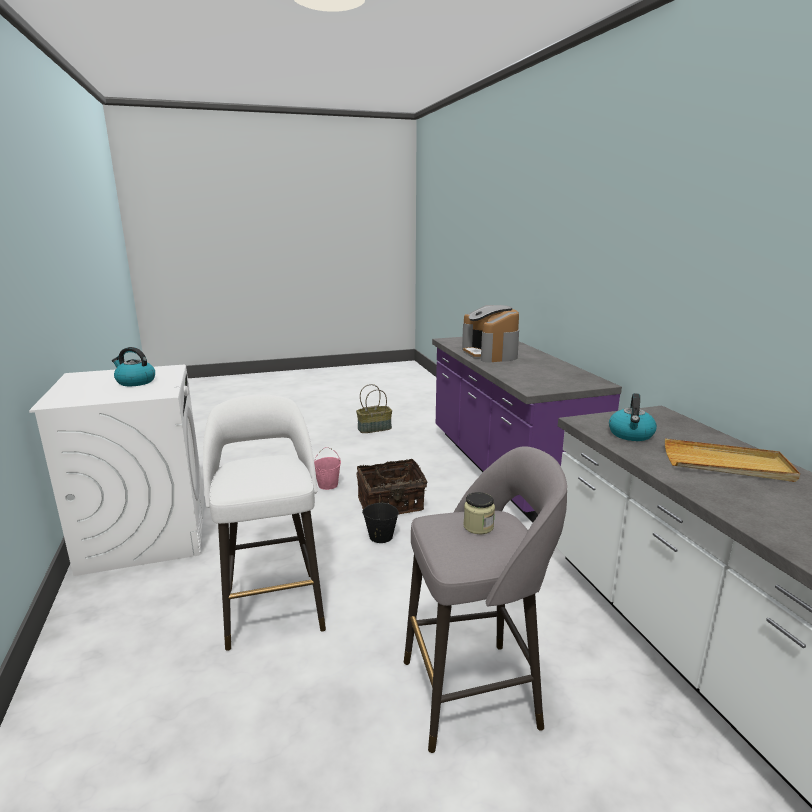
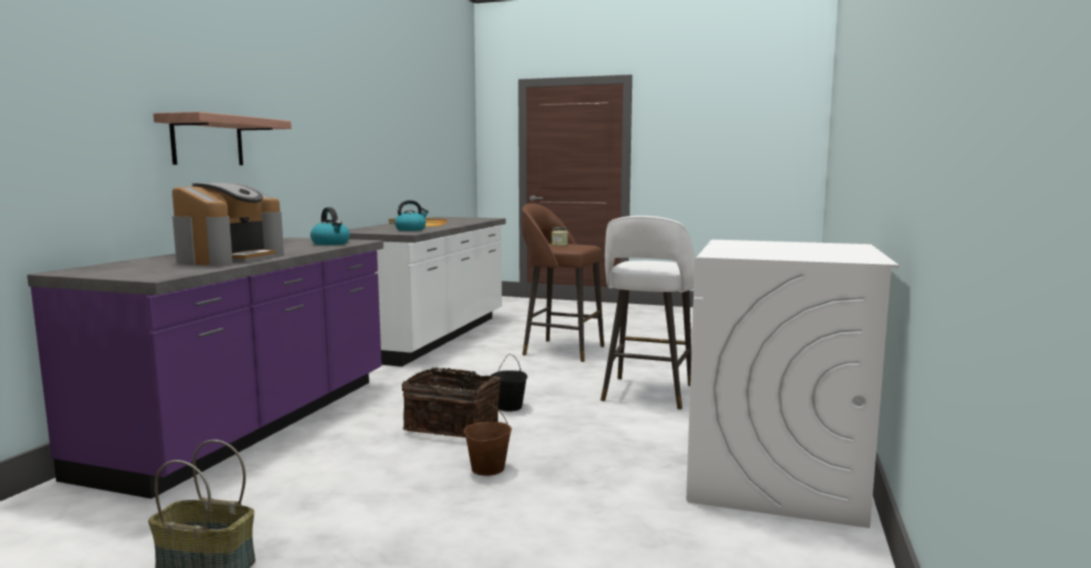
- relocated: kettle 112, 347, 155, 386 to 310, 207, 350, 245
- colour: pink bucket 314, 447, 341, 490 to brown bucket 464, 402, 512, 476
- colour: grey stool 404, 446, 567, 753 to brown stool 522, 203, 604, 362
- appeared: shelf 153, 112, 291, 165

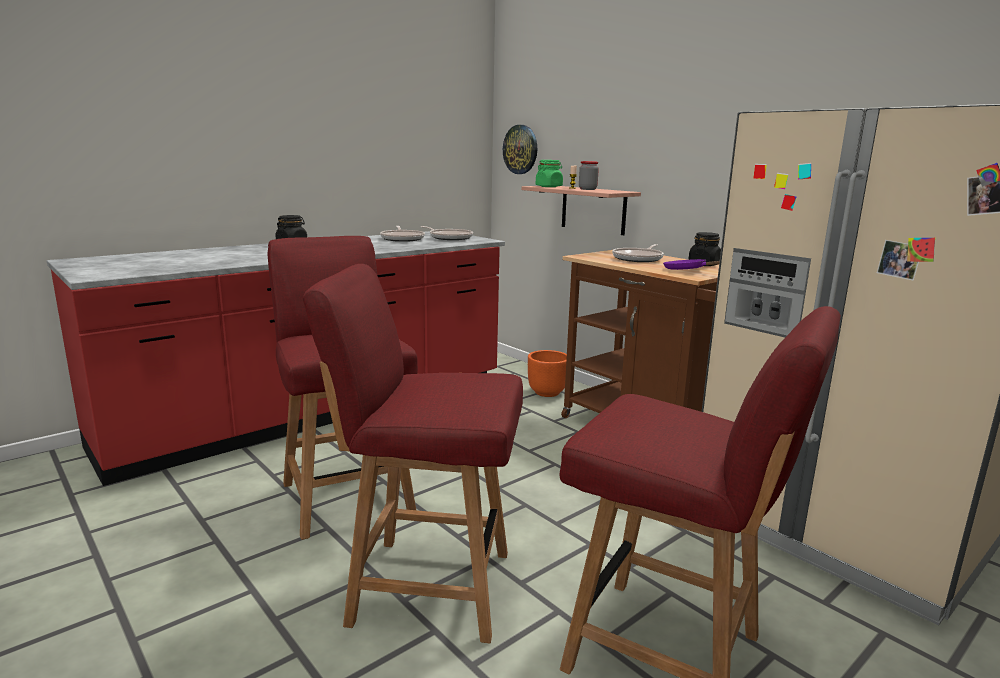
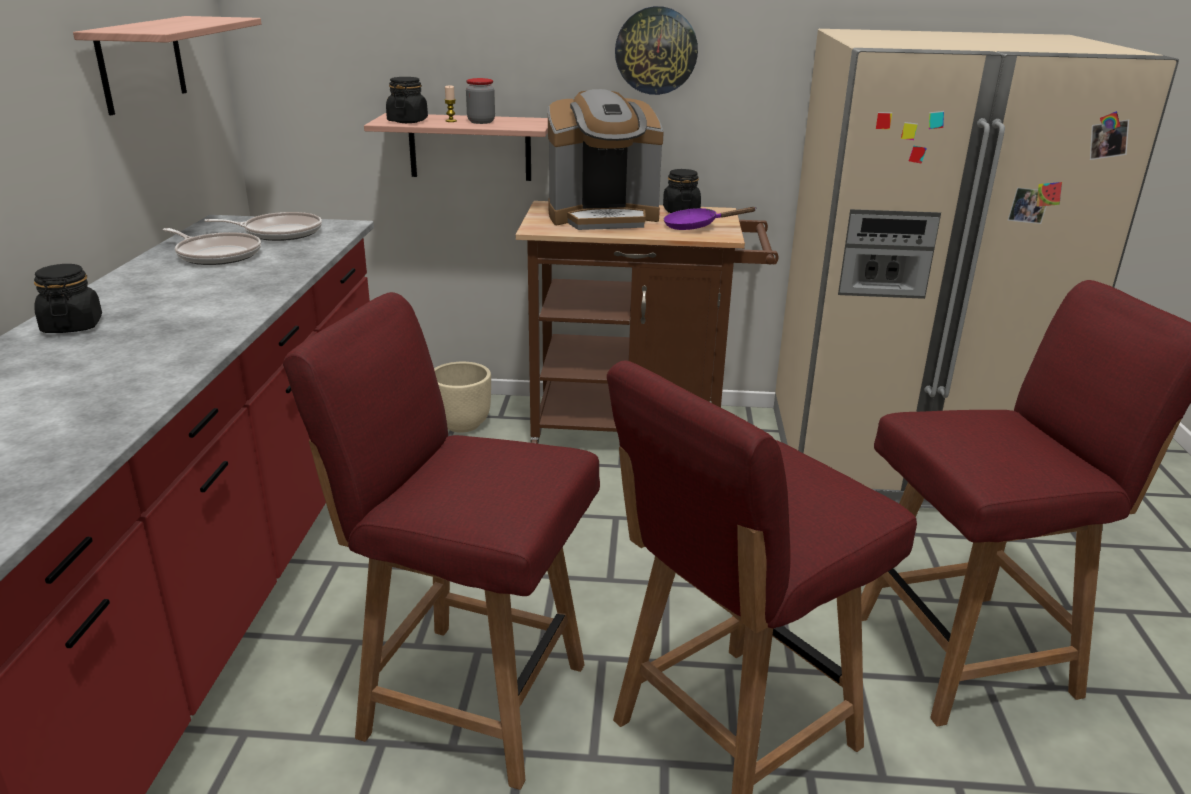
- relocated: wall clock 503, 125, 537, 174 to 615, 6, 698, 95
- colour: orange planter 528, 350, 567, 397 to beige planter 434, 362, 491, 433
- colour: green jar 536, 160, 563, 187 to black jar 386, 77, 428, 123
- exchanged: frying pan 612, 244, 664, 262 to coffee machine 548, 89, 664, 230
- appeared: shelf 73, 16, 261, 115

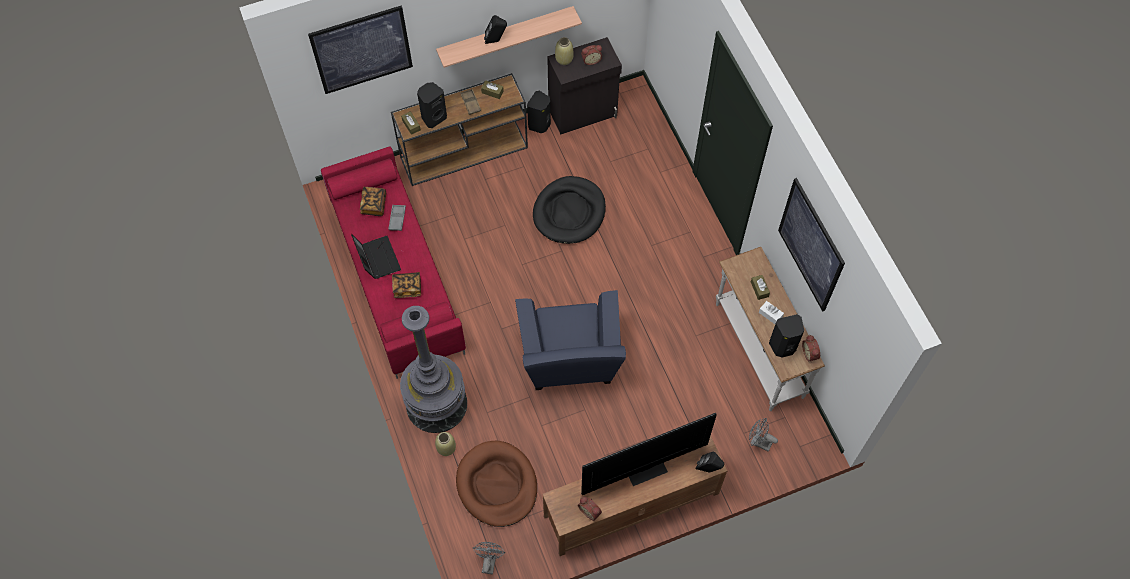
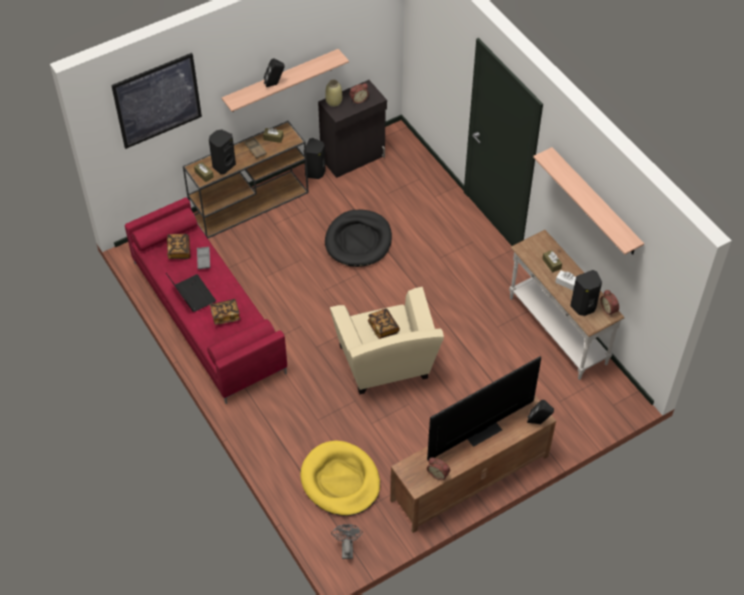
- missing: grey floor lamp 400, 306, 467, 433
- missing: beige vase 435, 432, 456, 456
- colour: brown dog bed 456, 441, 537, 527 to yellow dog bed 300, 440, 380, 516
- colour: blue armchair 515, 290, 626, 390 to beige armchair 330, 286, 444, 394
- missing: grey fan 749, 418, 778, 452
- exchanged: picture 778, 178, 845, 312 to shelf 533, 147, 644, 255
- appeared: book 368, 309, 400, 339

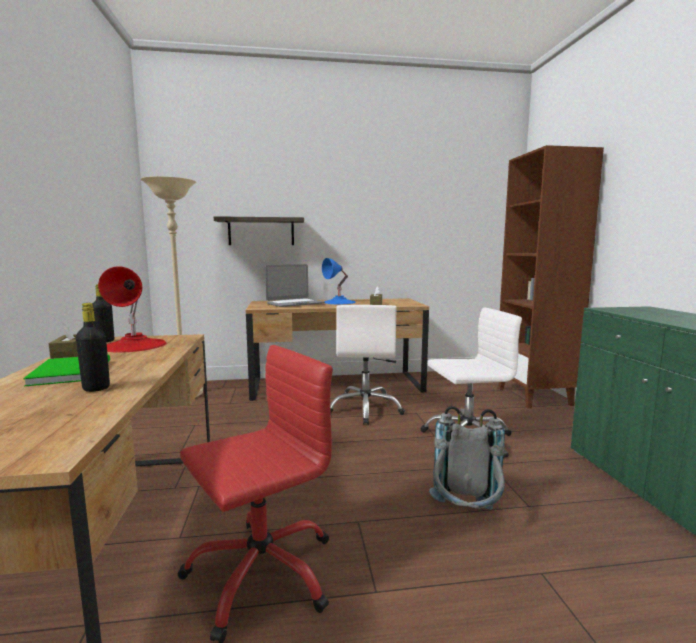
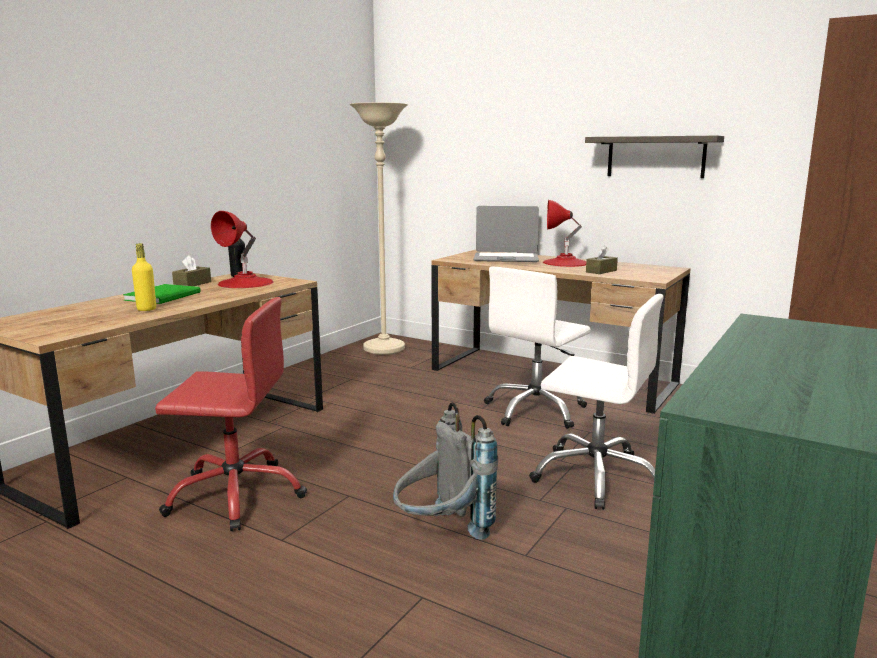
- colour: black bottle 76, 303, 110, 392 to yellow bottle 132, 243, 156, 311
- relocated: shelf 214, 216, 304, 245 to 585, 135, 724, 178
- colour: blue table lamp 322, 258, 356, 304 to red table lamp 543, 200, 586, 267

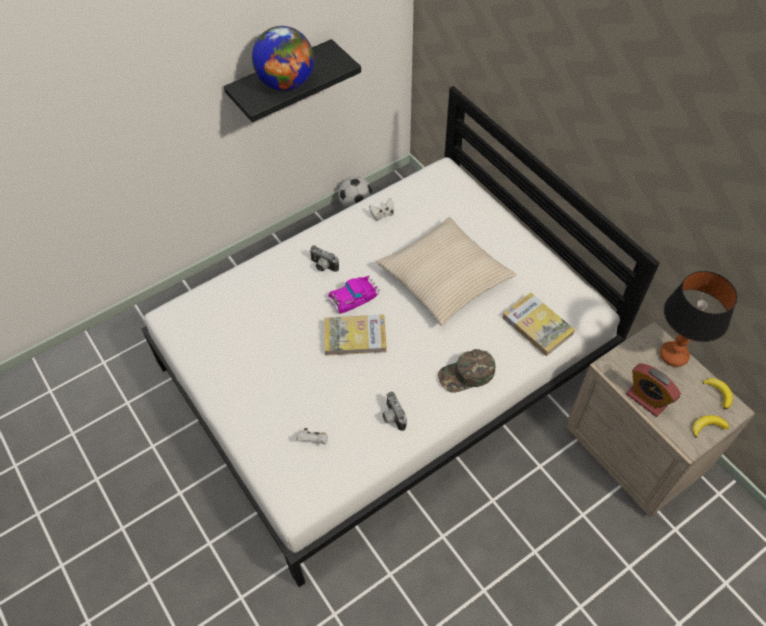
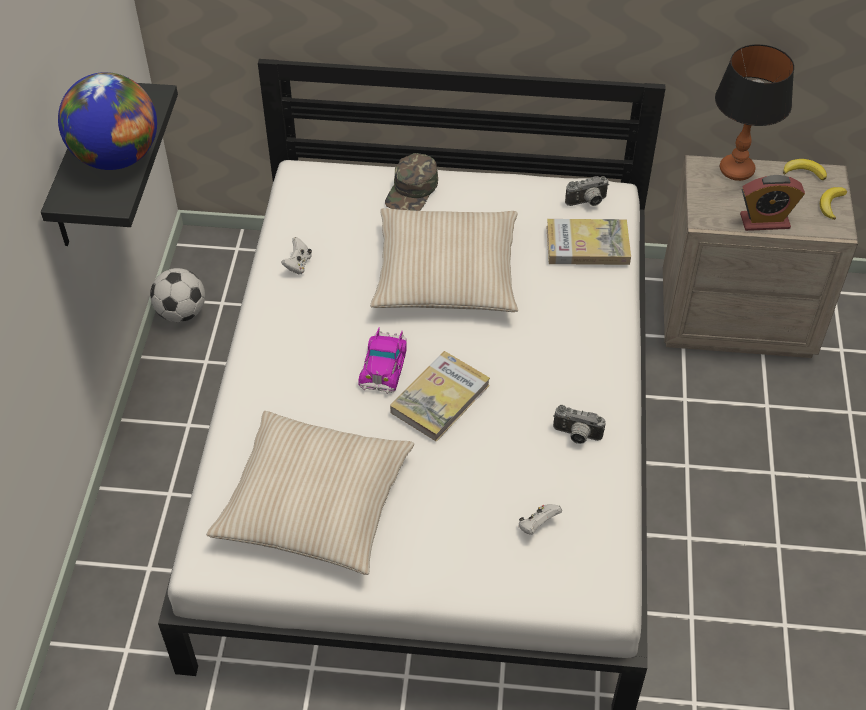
- relocated: photo camera 309, 245, 339, 272 to 565, 176, 608, 206
- relocated: green cap 438, 349, 495, 393 to 385, 153, 438, 211
- appeared: beige pillow 206, 411, 414, 575

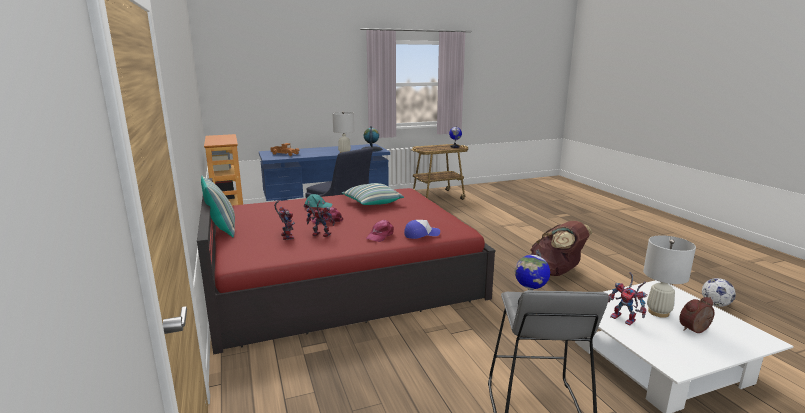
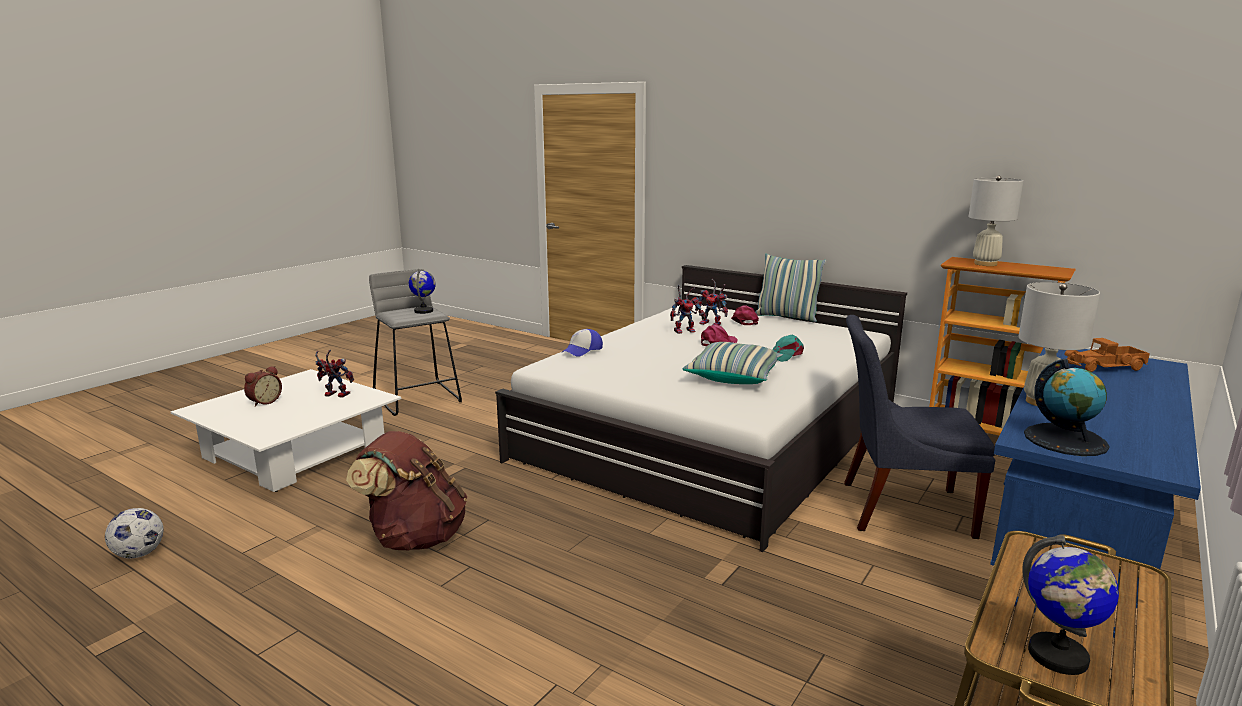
- colour: red bed 197, 178, 495, 355 to white bed 495, 265, 907, 552
- relocated: pink cap 366, 220, 394, 242 to 731, 306, 759, 325
- relocated: white table lamp 643, 235, 696, 318 to 969, 176, 1023, 266

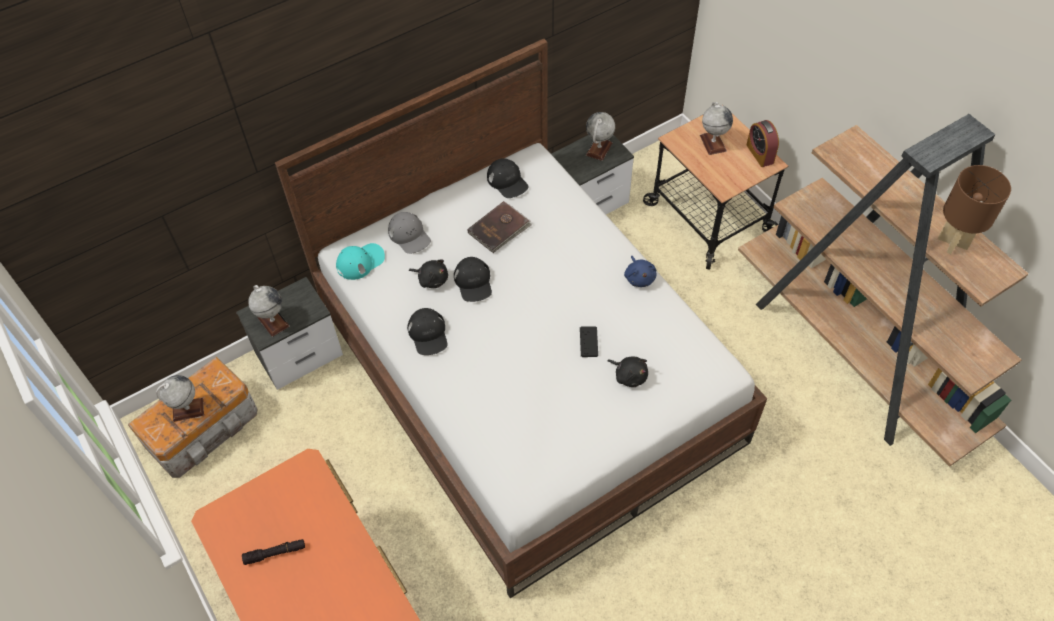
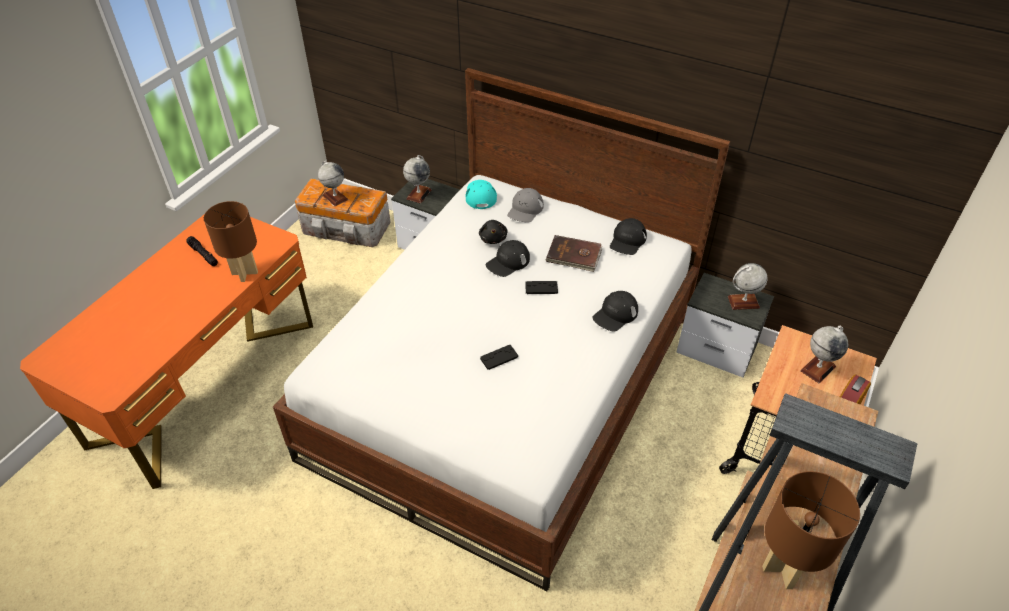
- spun: turquoise cap 336, 243, 385, 280 = 465, 180, 497, 209 120 degrees counterclockwise
- relocated: black cap 407, 308, 448, 355 to 592, 291, 638, 332
- missing: black plush toy 607, 357, 648, 387
- missing: blue plush toy 624, 256, 656, 287
- appeared: brown table lamp 204, 201, 258, 282
- appeared: black game controller 525, 281, 558, 294

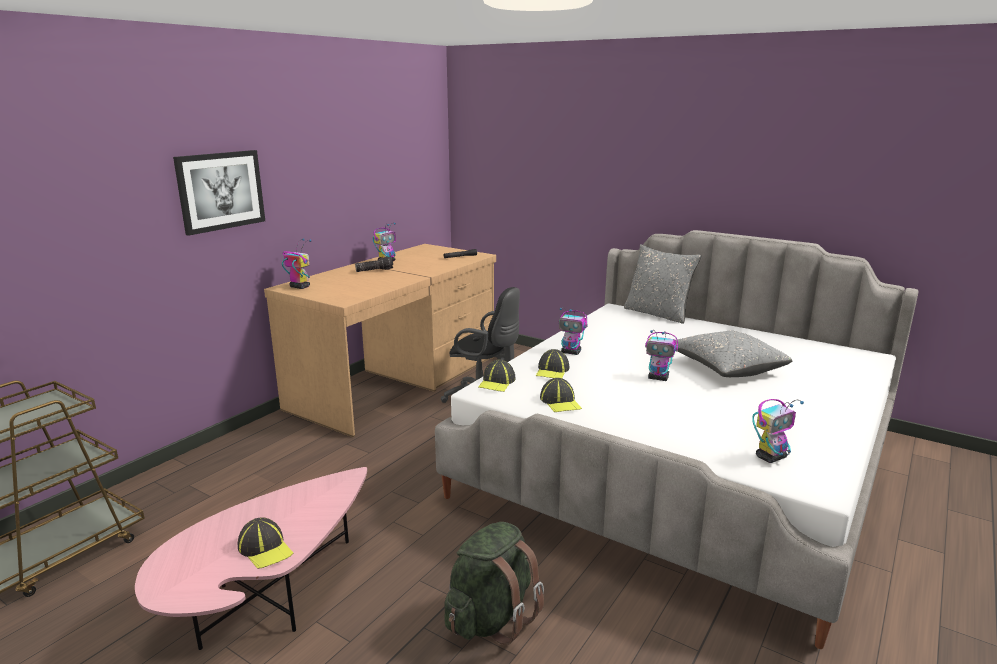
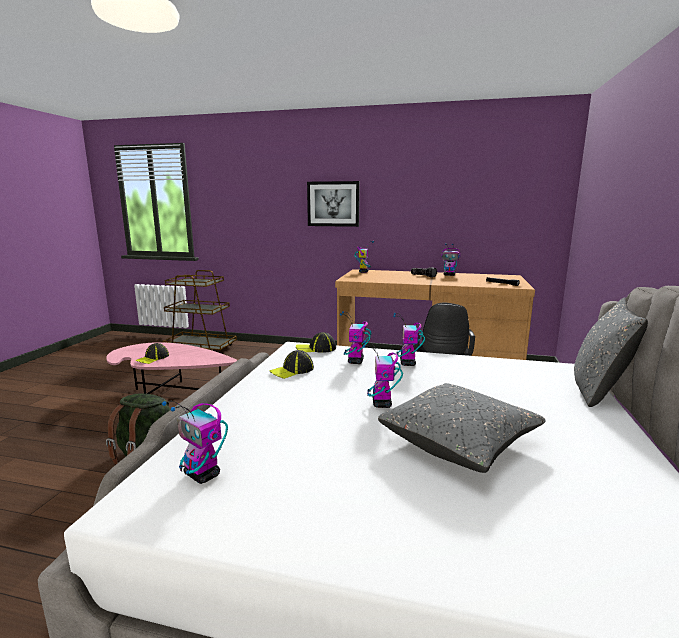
- exchanged: cap 536, 349, 569, 378 to toy robot 340, 311, 371, 364

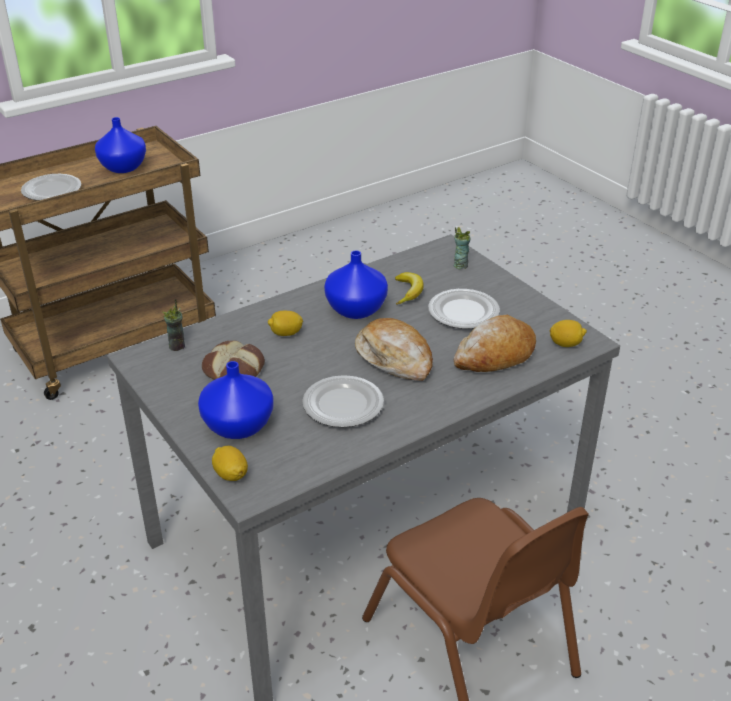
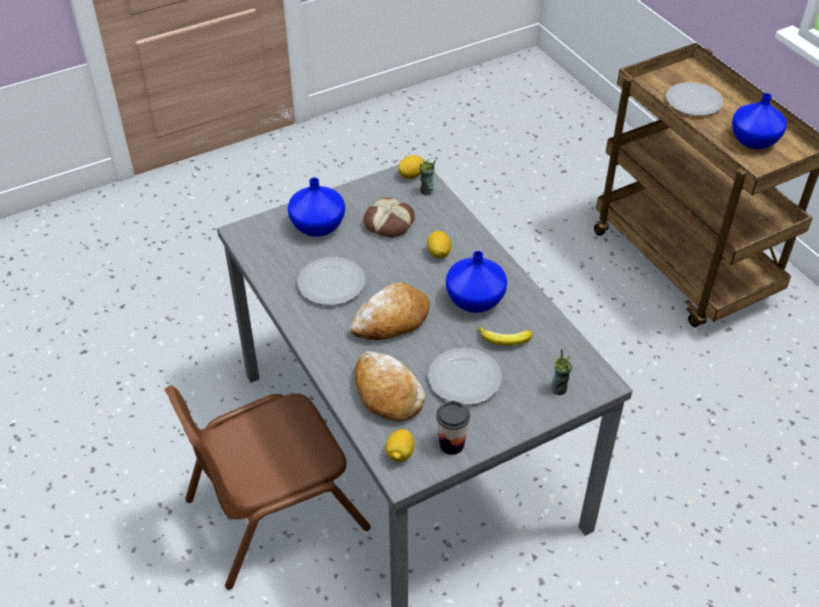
- relocated: lemon 212, 446, 248, 481 to 398, 155, 424, 179
- appeared: cup 436, 401, 470, 455

